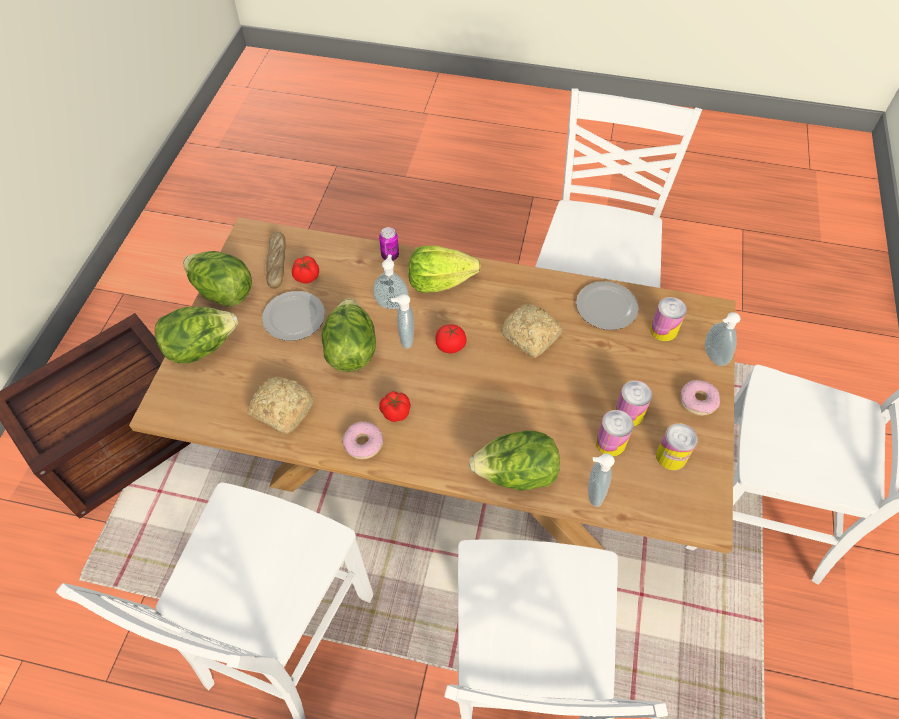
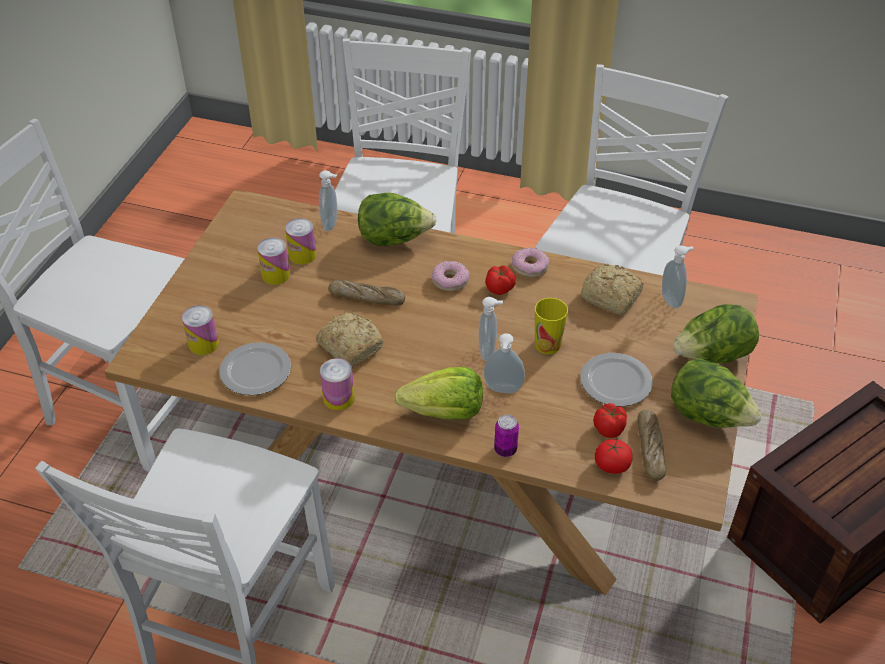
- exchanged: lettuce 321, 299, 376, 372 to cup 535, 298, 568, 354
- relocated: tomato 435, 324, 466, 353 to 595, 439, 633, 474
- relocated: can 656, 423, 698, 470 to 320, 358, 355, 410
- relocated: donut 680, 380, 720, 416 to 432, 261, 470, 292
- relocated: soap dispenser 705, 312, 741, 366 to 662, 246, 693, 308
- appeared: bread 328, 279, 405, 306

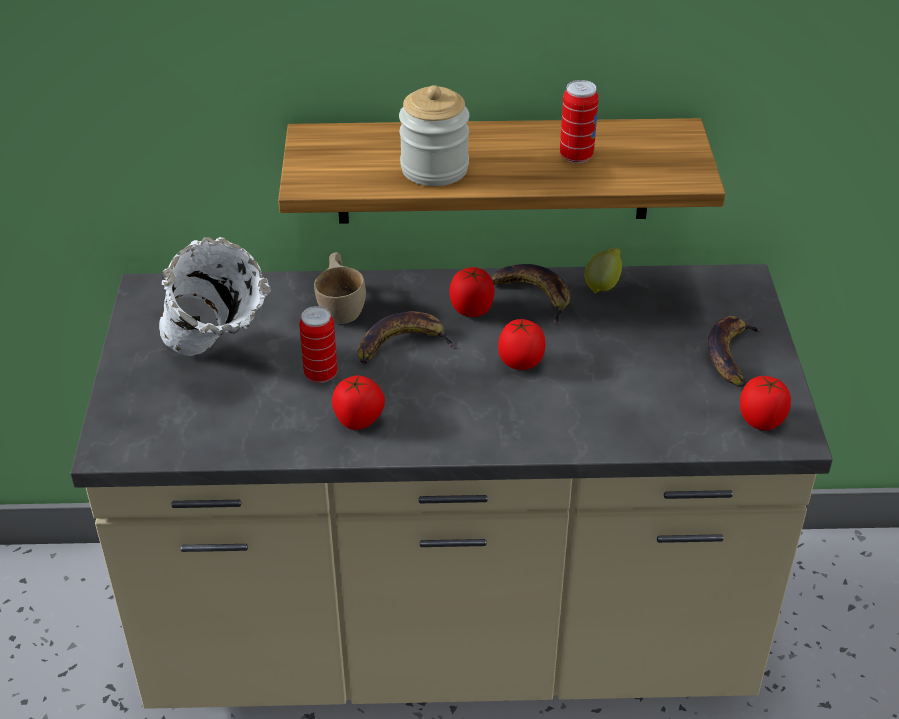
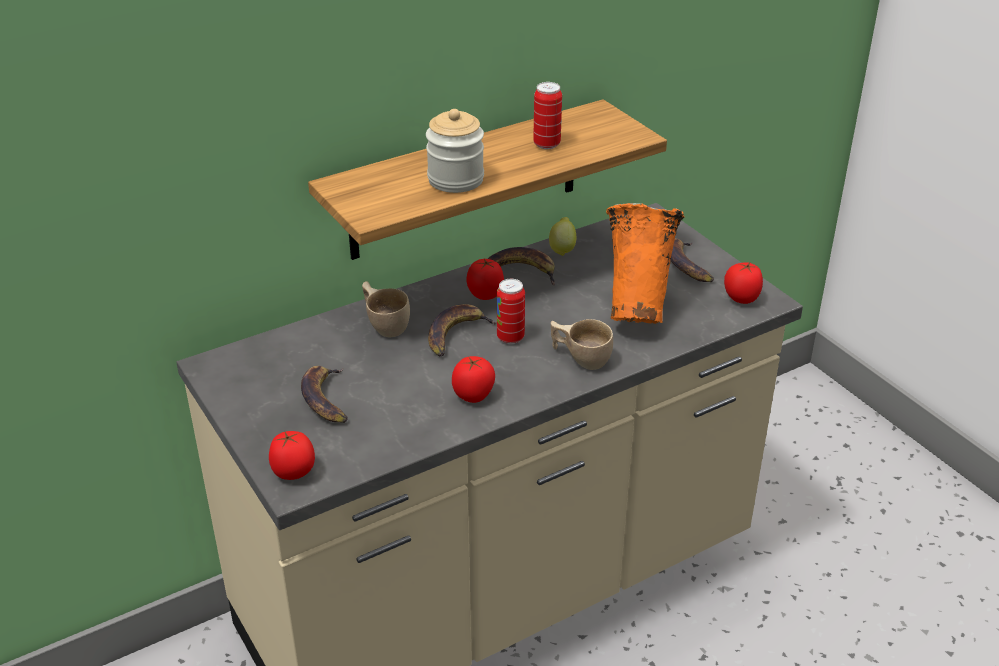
- exchanged: white vase 159, 237, 270, 356 to banana 301, 366, 348, 423
- relocated: can 299, 306, 337, 383 to 497, 279, 525, 344
- relocated: tomato 498, 318, 546, 370 to 269, 431, 315, 480
- appeared: beige cup 551, 319, 613, 370
- appeared: orange vase 606, 203, 685, 324

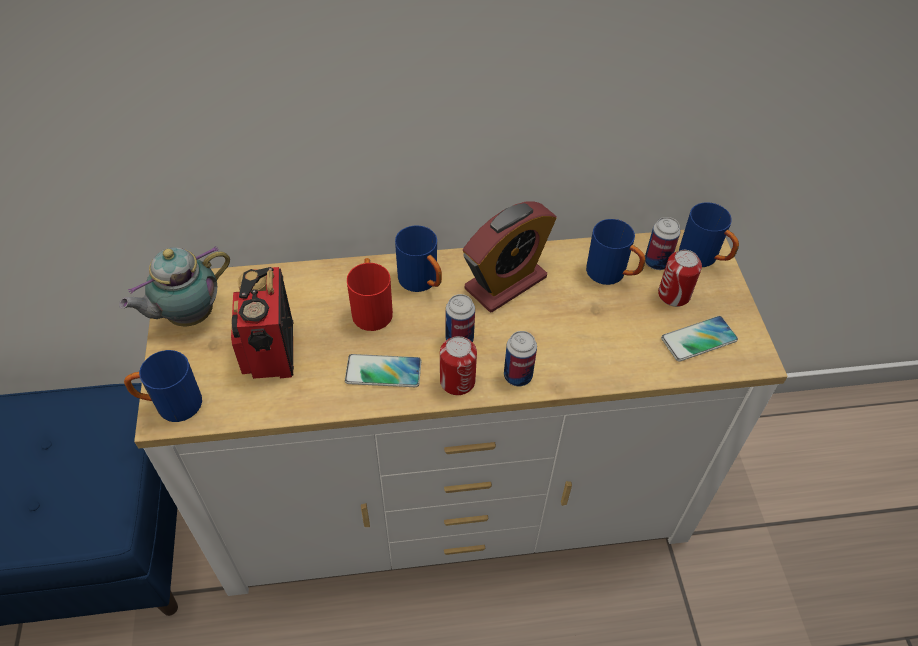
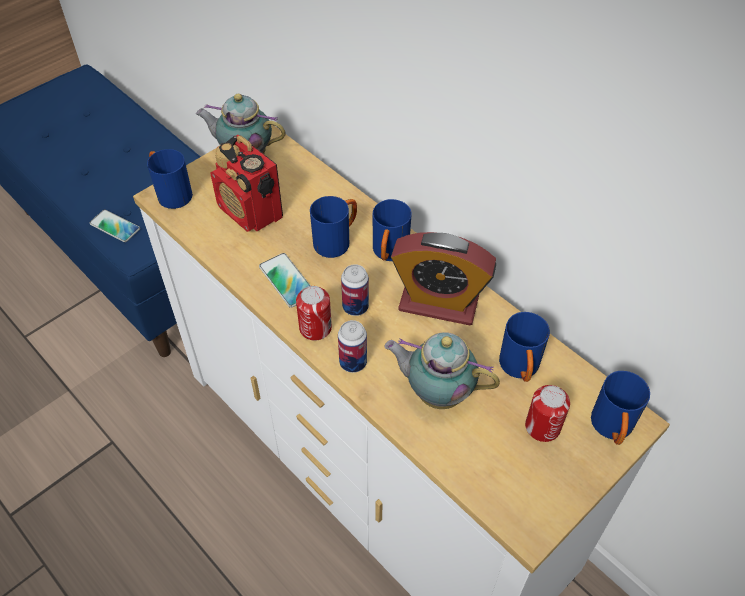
- spun: radio 231, 267, 294, 379 = 210, 135, 283, 232 90 degrees counterclockwise
- colour: red mug 347, 258, 393, 331 to blue mug 310, 196, 357, 258
- missing: can 645, 217, 680, 270
- relocated: phone 661, 316, 738, 362 to 90, 210, 140, 242
- appeared: teapot 384, 332, 500, 409

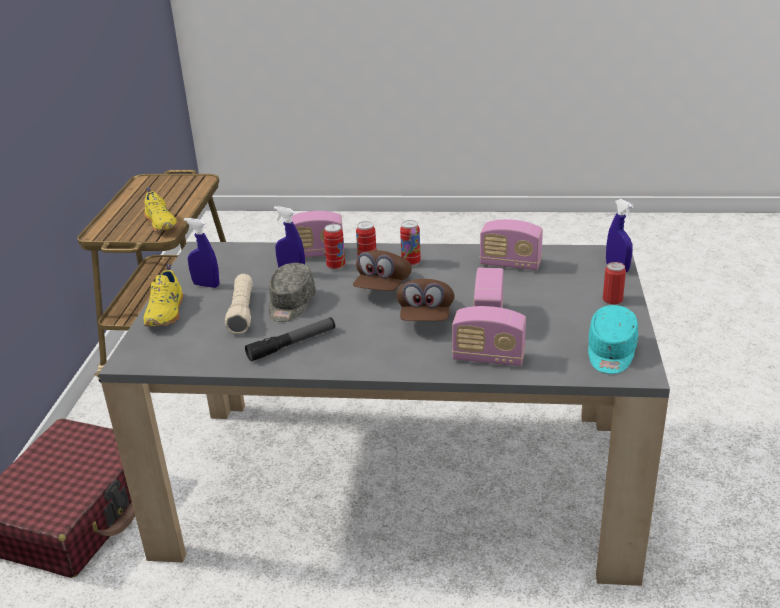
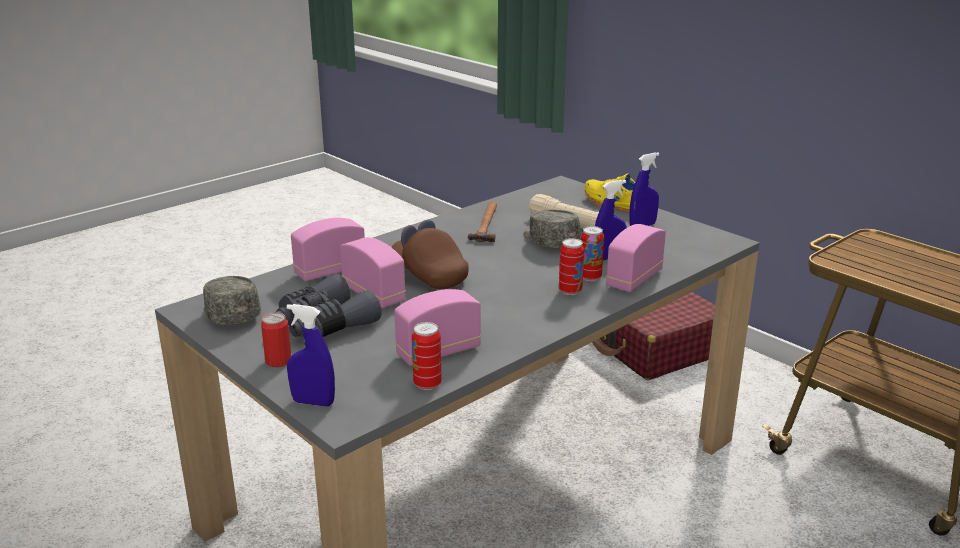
- missing: yellow shoe 145, 188, 178, 232
- exchanged: flashlight 245, 317, 335, 361 to hammer 468, 202, 497, 242
- missing: brown cap 353, 250, 412, 291
- relocated: can 400, 220, 421, 266 to 412, 322, 442, 390
- colour: turquoise cap 588, 305, 638, 374 to grey cap 203, 276, 261, 325
- appeared: grey binoculars 274, 274, 382, 337

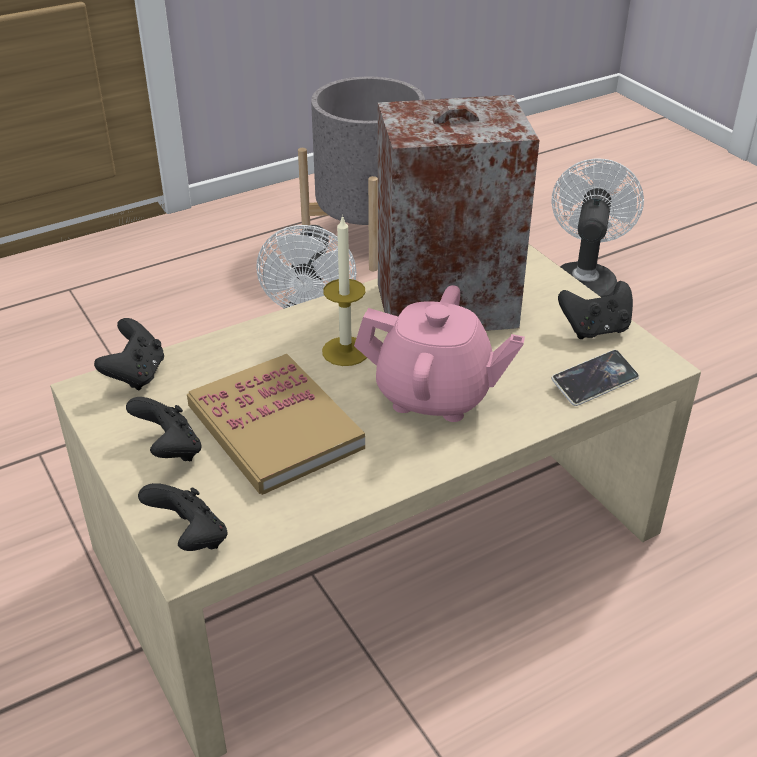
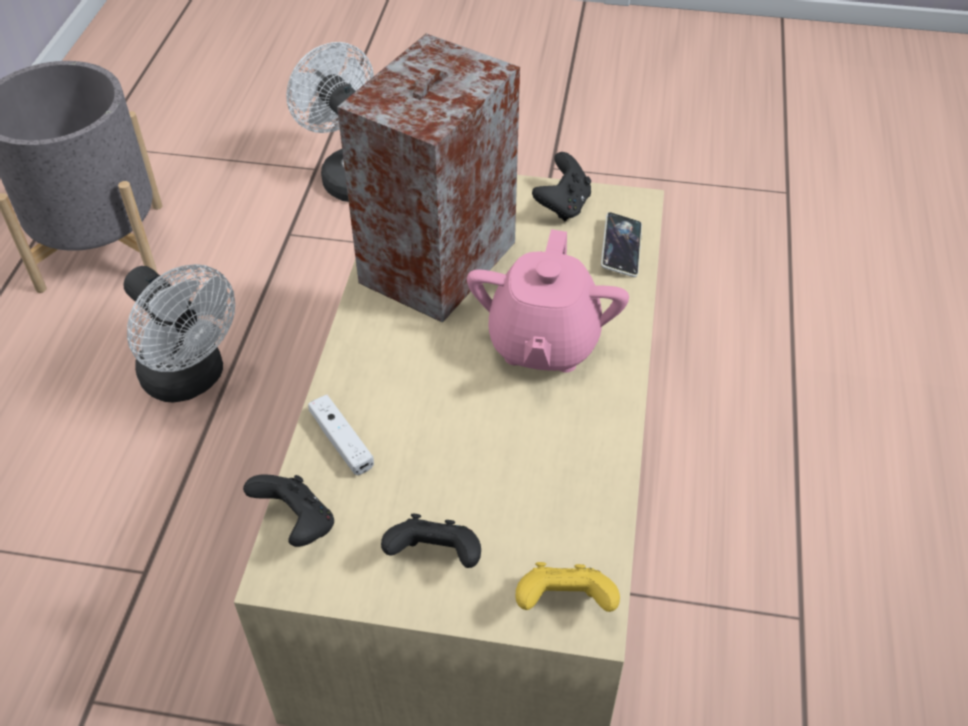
- colour: black game controller 138, 483, 227, 551 to yellow game controller 515, 562, 620, 612
- missing: book 187, 354, 365, 495
- missing: candle 322, 215, 367, 366
- spun: pink teapot 354, 285, 525, 422 = 467, 229, 629, 373 135 degrees clockwise
- appeared: white game controller 308, 395, 374, 475

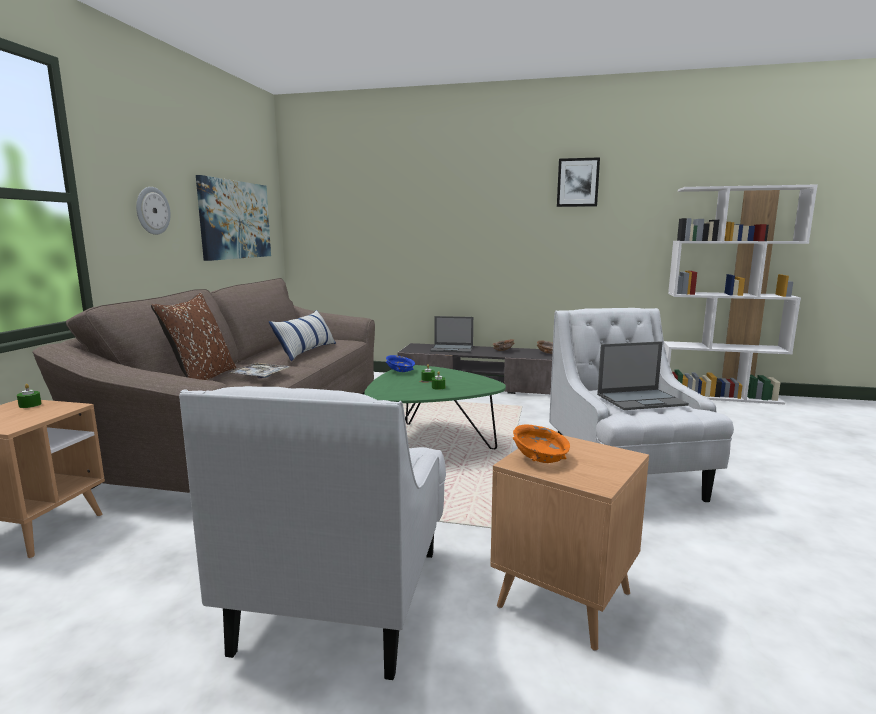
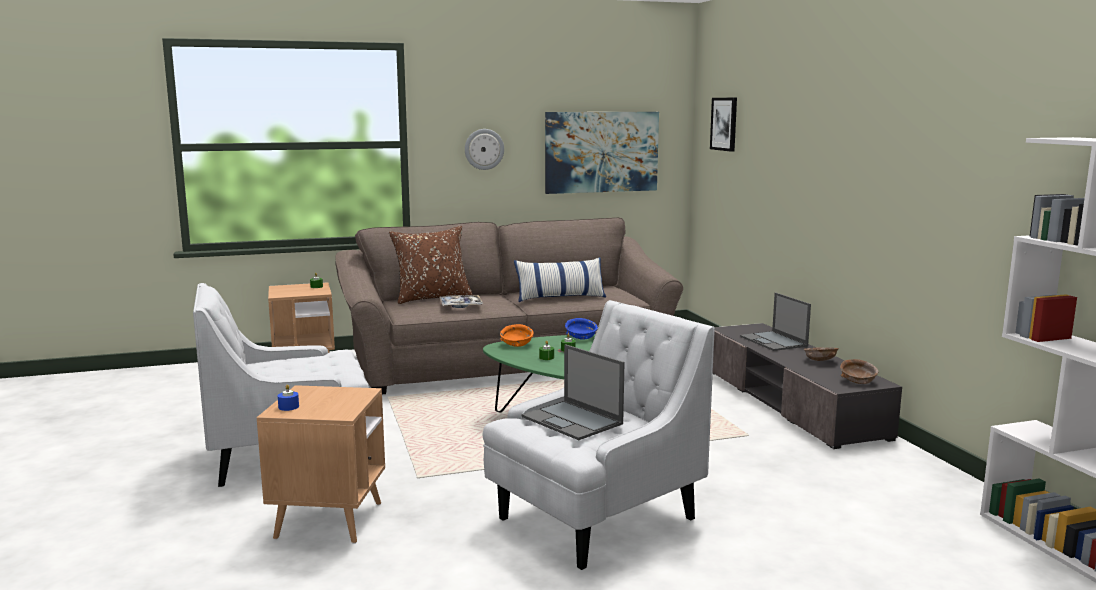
- relocated: orange bowl 512, 425, 570, 463 to 500, 324, 534, 347
- relocated: picture 557, 157, 600, 207 to 710, 98, 737, 152
- appeared: blue candle 278, 384, 299, 411

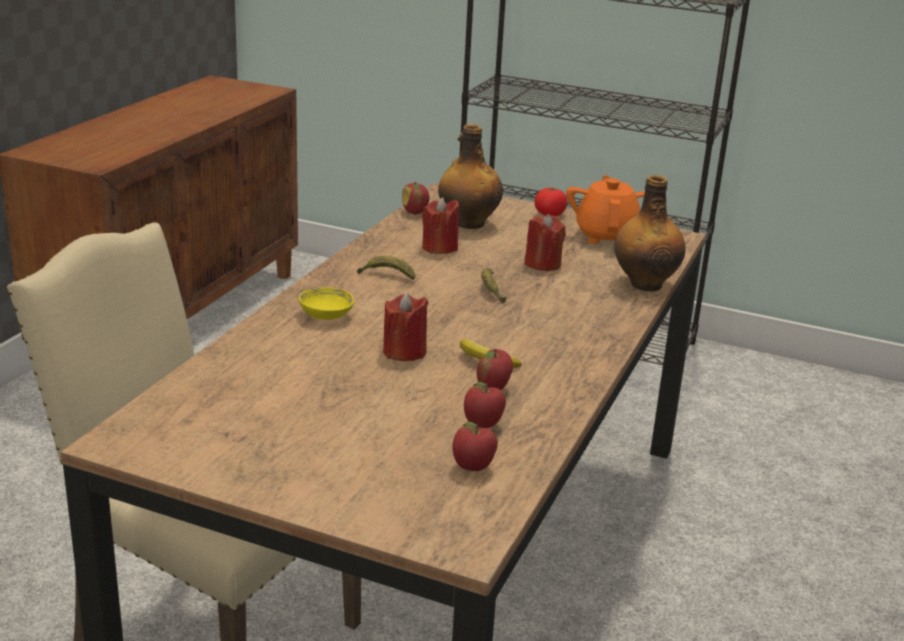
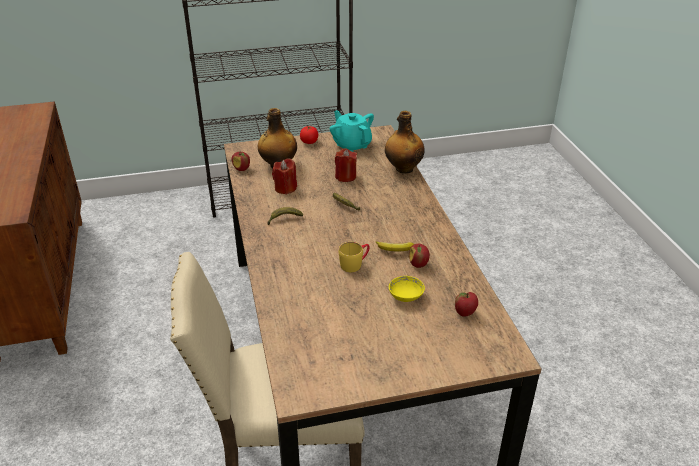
- relocated: yellow bowl 299, 287, 354, 320 to 389, 276, 425, 302
- exchanged: red candle 383, 293, 428, 361 to yellow mug 339, 242, 370, 272
- missing: apple 464, 382, 506, 428
- colour: orange teapot 566, 175, 645, 244 to turquoise teapot 330, 110, 374, 152

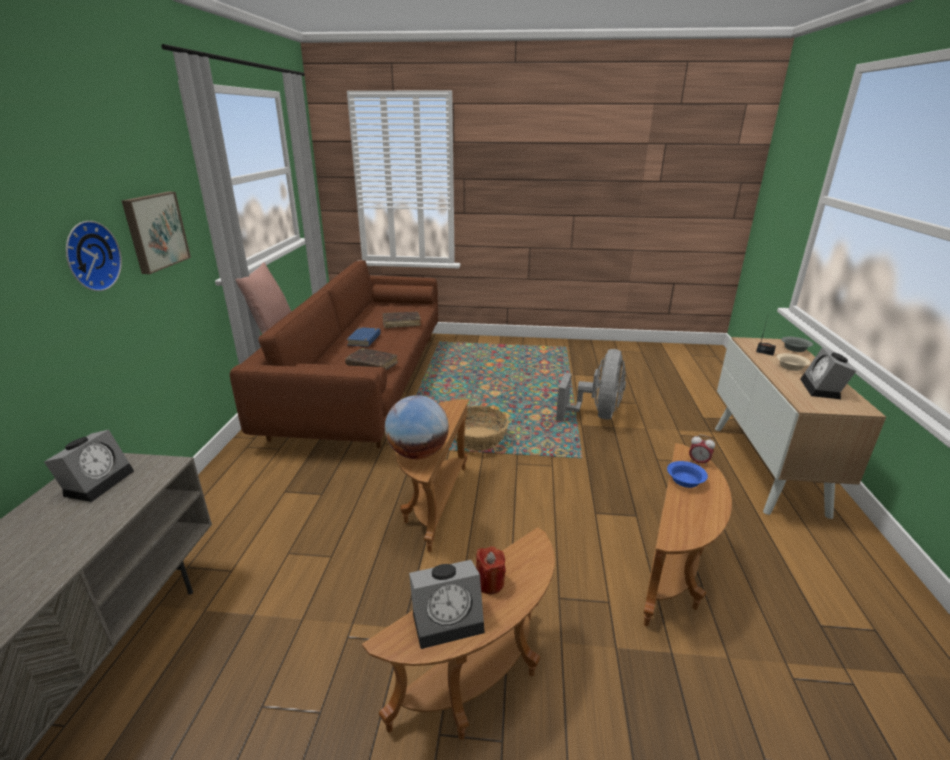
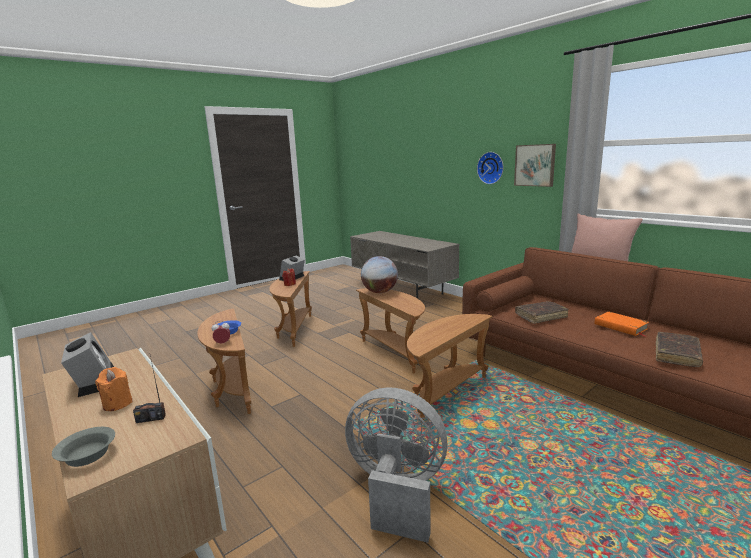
- missing: alarm clock 44, 430, 134, 502
- colour: blue book 346, 327, 381, 347 to orange book 595, 311, 649, 337
- exchanged: basket 454, 406, 509, 451 to brown side table 407, 314, 493, 422
- spun: grey fan 556, 349, 626, 421 = 345, 387, 447, 543 135 degrees clockwise
- exchanged: beige bowl 776, 353, 811, 371 to orange candle 95, 367, 133, 411

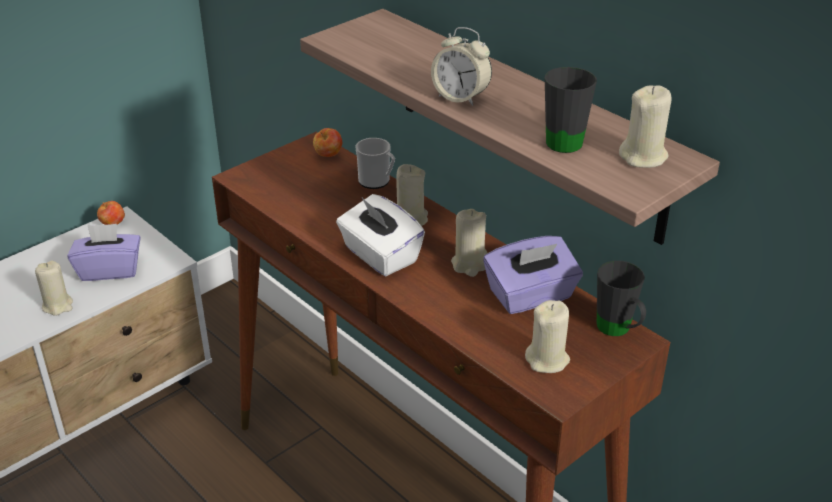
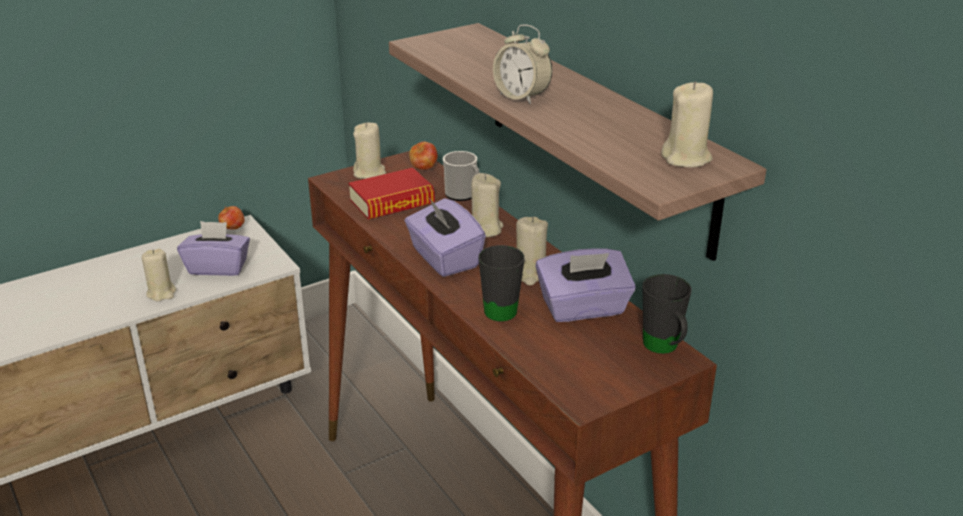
- colour: white tissue box 336, 194, 425, 276 to purple tissue box 405, 196, 486, 277
- relocated: beige candle 525, 300, 570, 373 to 353, 122, 386, 179
- relocated: black mug 545, 67, 597, 153 to 479, 245, 525, 321
- appeared: book 349, 168, 435, 220

